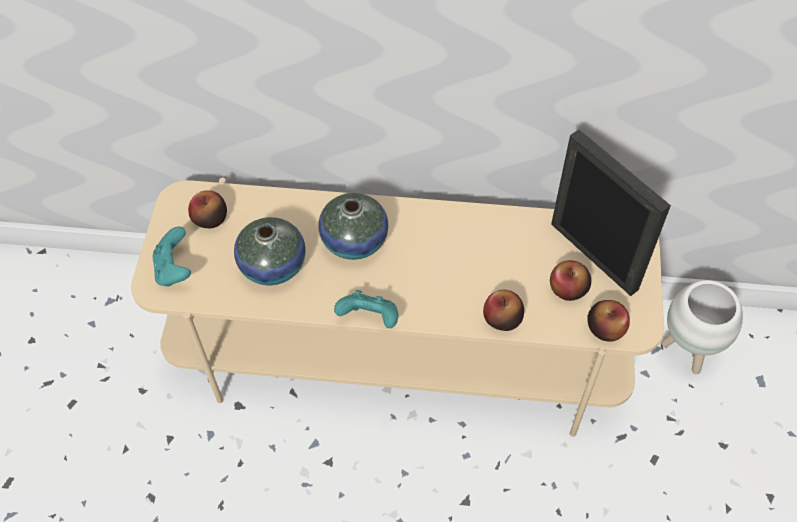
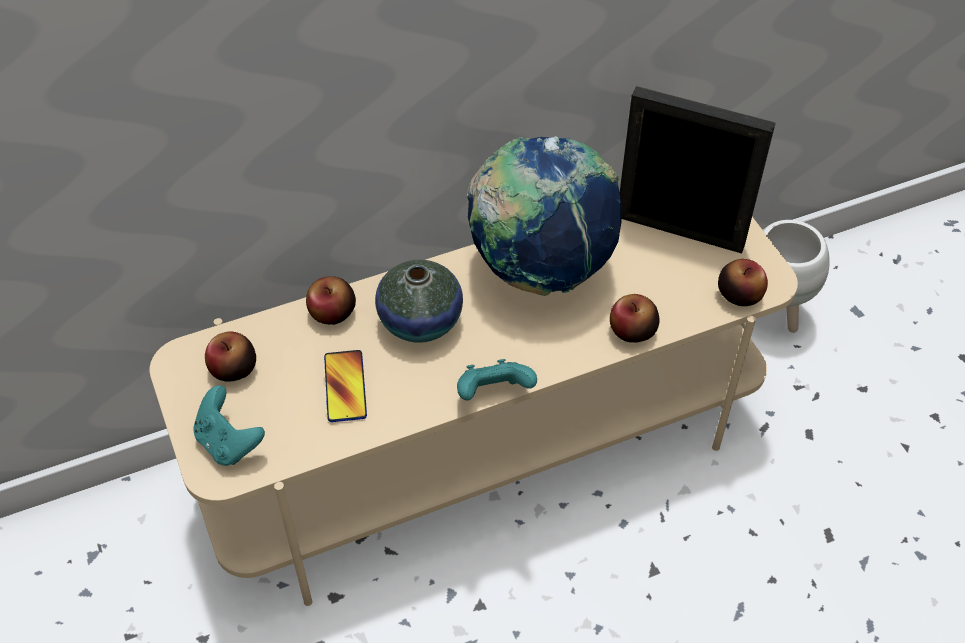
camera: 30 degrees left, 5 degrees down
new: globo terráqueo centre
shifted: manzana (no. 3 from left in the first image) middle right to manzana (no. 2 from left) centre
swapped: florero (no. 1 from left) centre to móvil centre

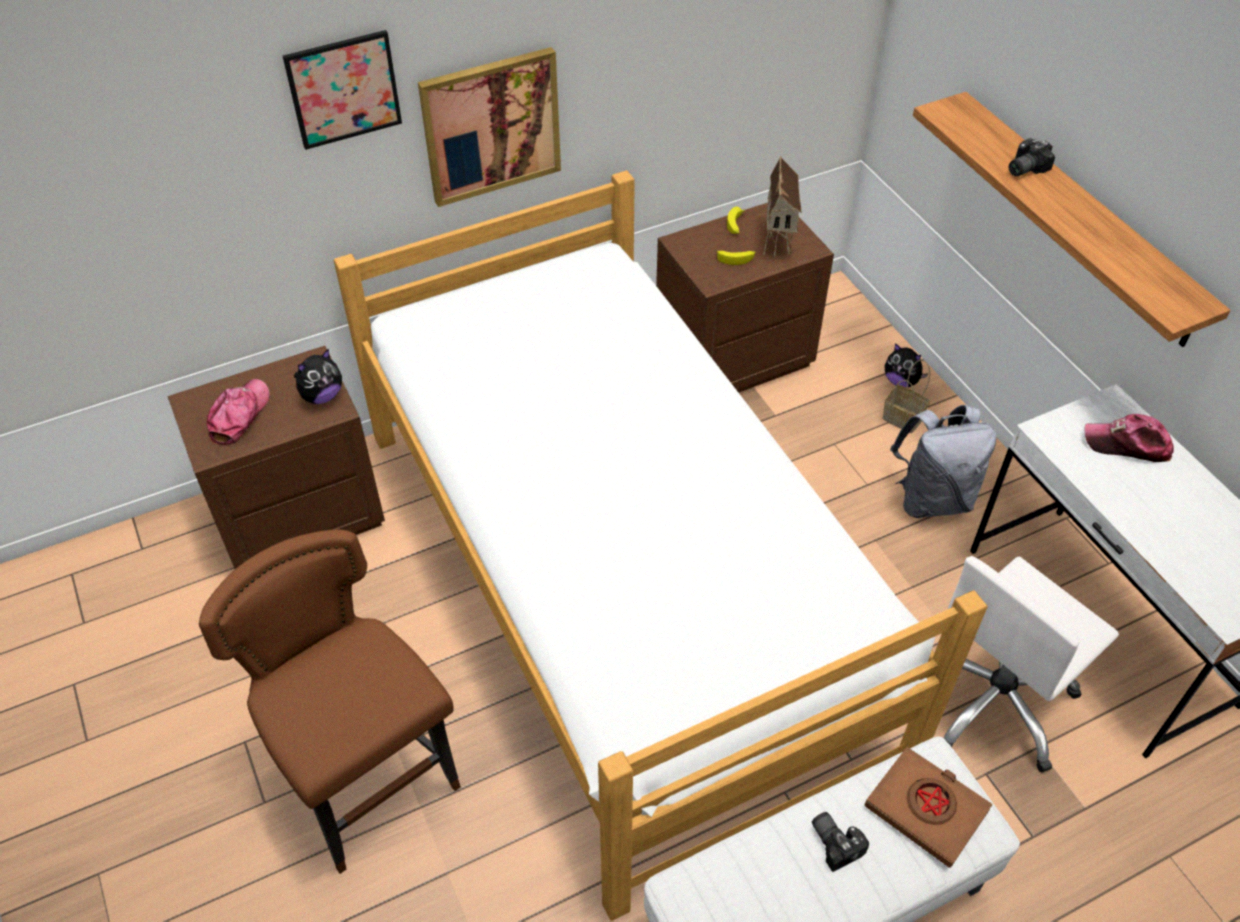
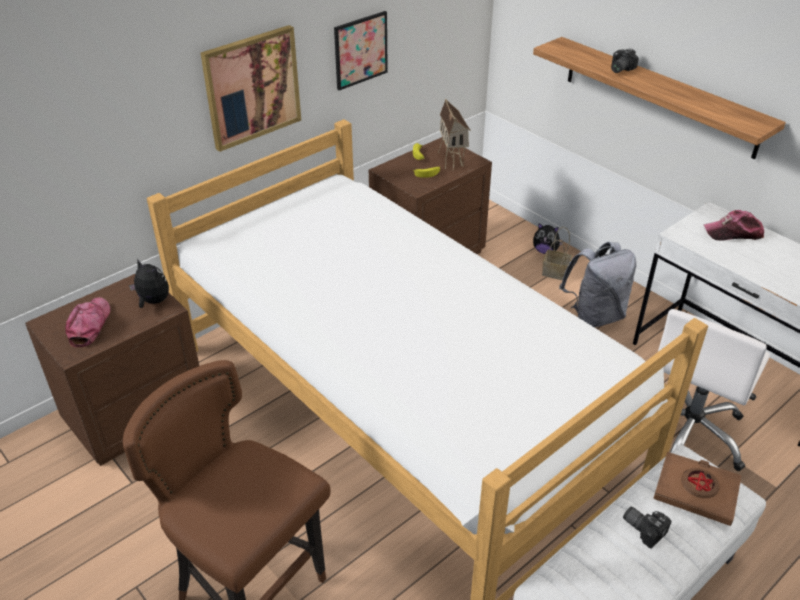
camera: 15 degrees left, 10 degrees down
shifted: cuadro (no. 1 from left in the first image) top left to cuadro (no. 2 from left) top centre
rotated: peluche (no. 1 from left) middle left = middle left 90 degrees counterclockwise

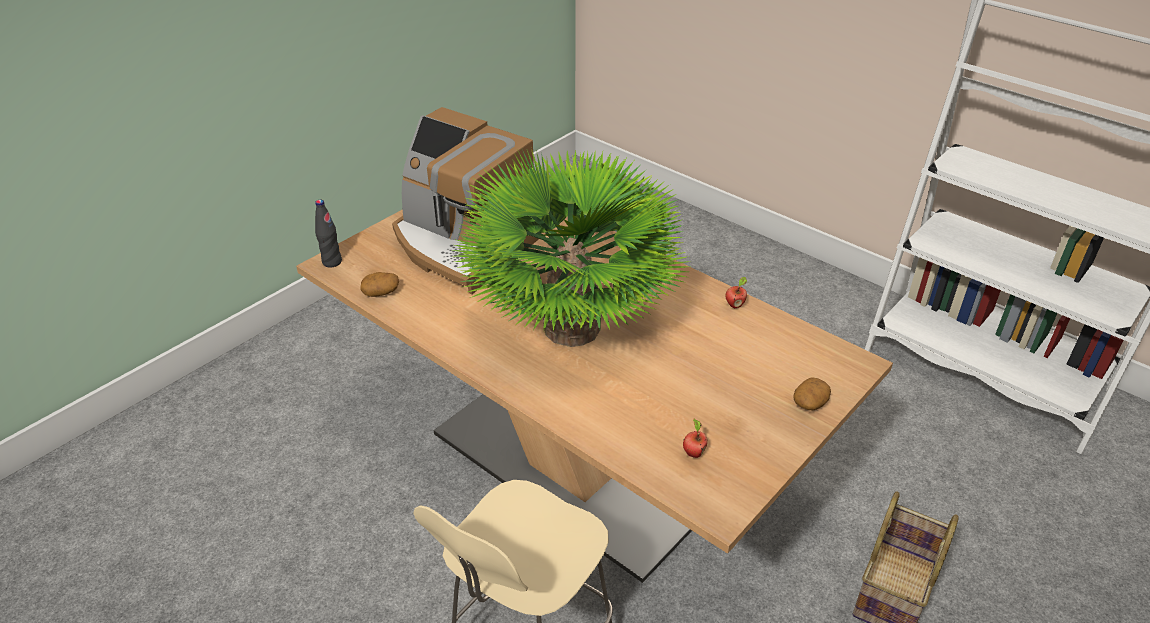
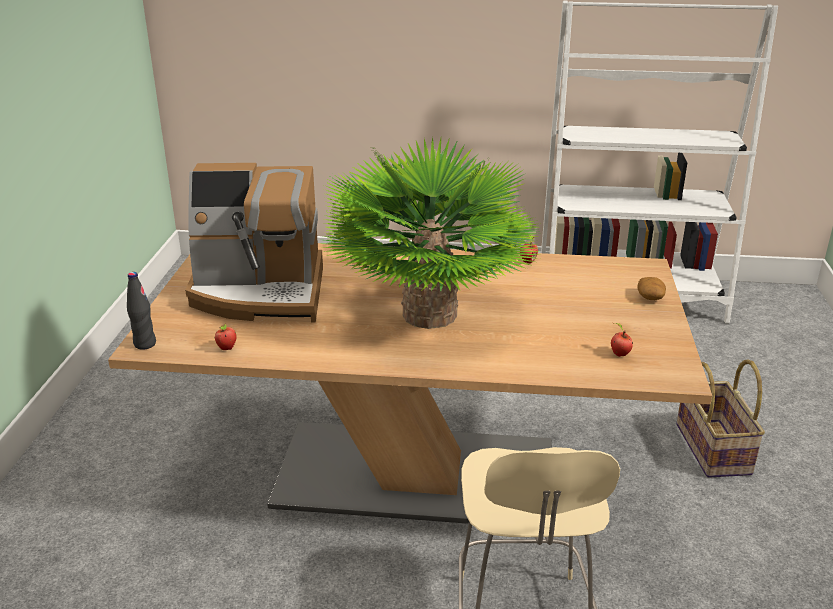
camera: 35 degrees left, 10 degrees down
swapped: patata (no. 1 from left) middle left to manzana (no. 1 from left) middle left

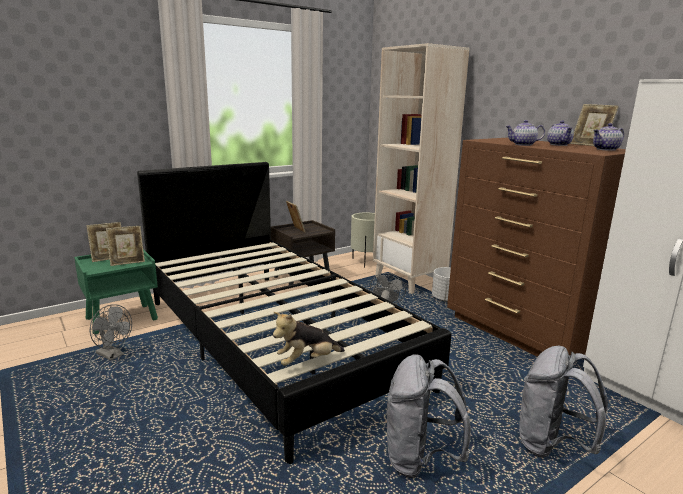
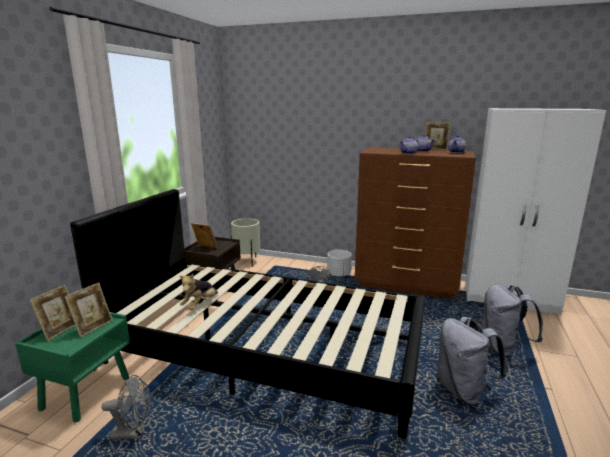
camera: 35 degrees left, 0 degrees up
gone: estantería/beis centre
shifted: peluche bottom centre to middle left

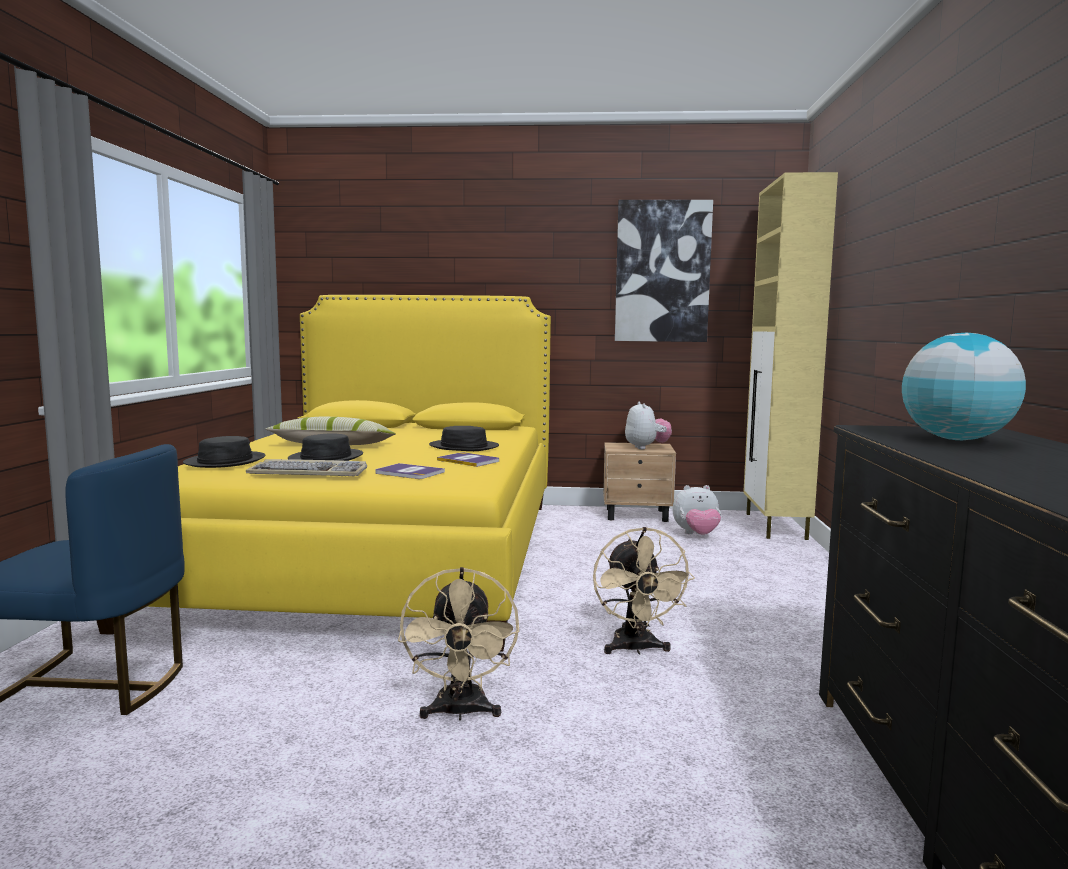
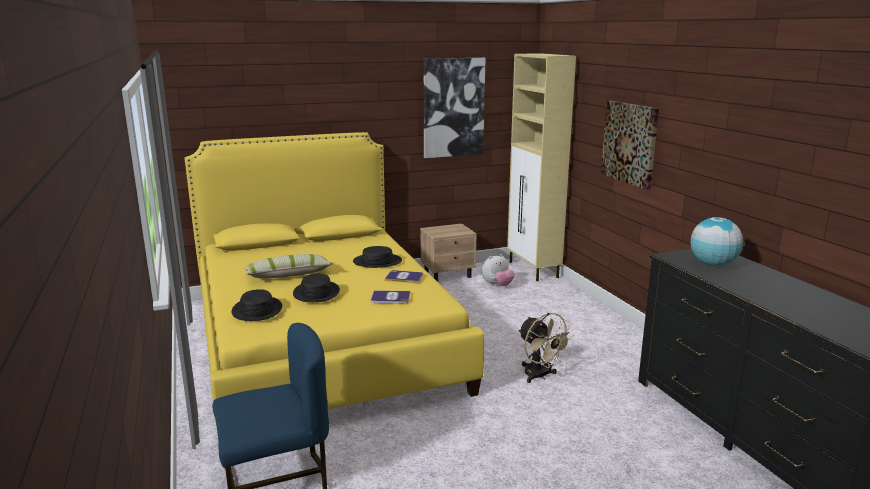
camera: 25 degrees left, 10 degrees up
gone: teclado middle left; ventilador/beis (no. 1 from left) bottom centre; peluche (no. 1 from left) centre
new: cuadro (no. 2 from left) top right

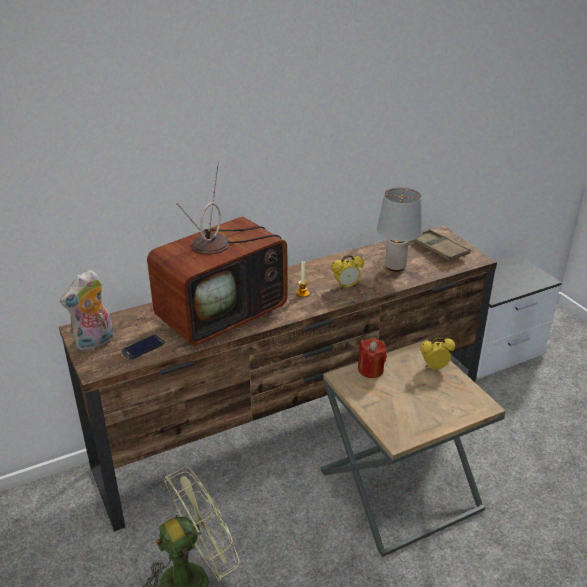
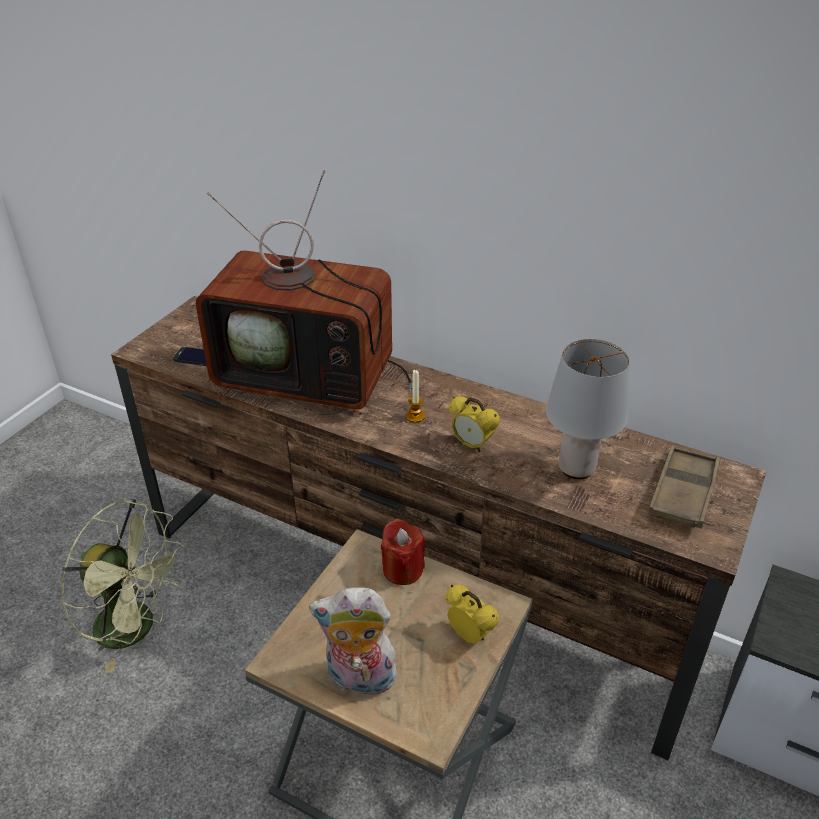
camera: 55 degrees right, 5 degrees up
shifted: peluche middle left to bottom centre

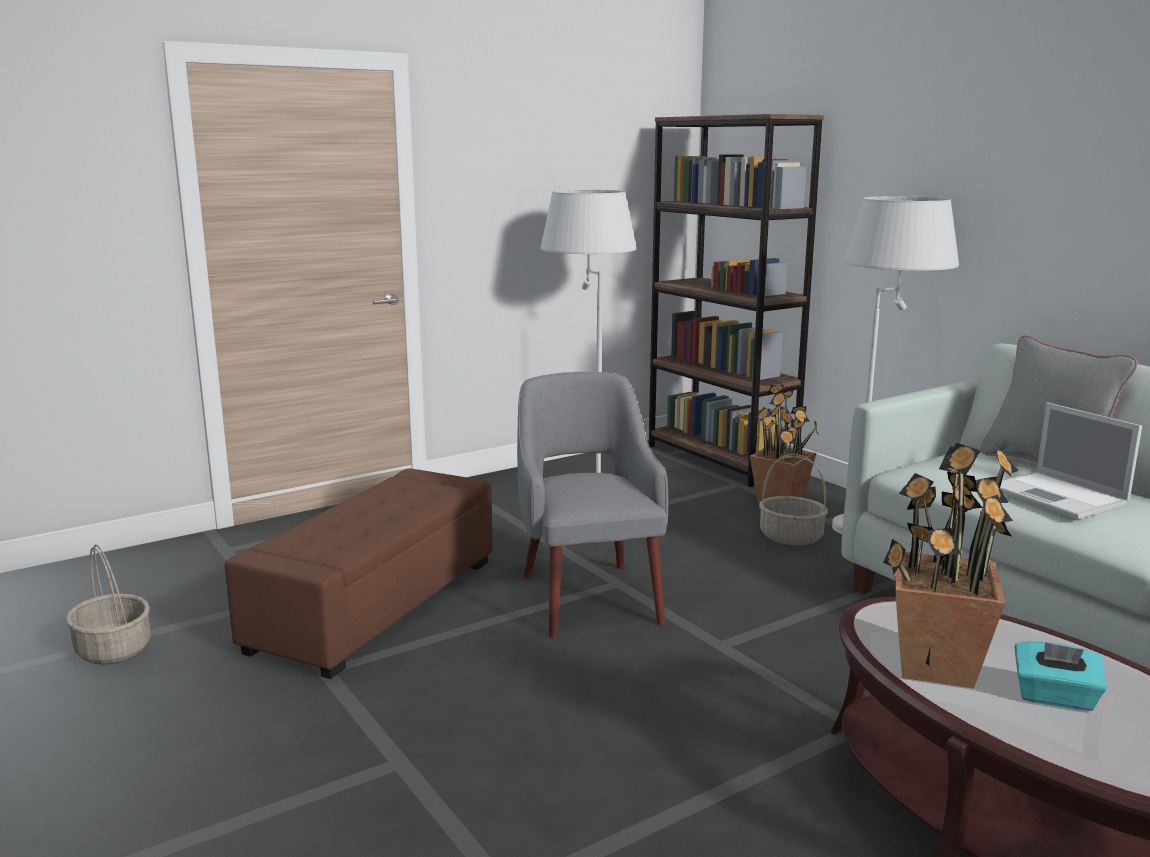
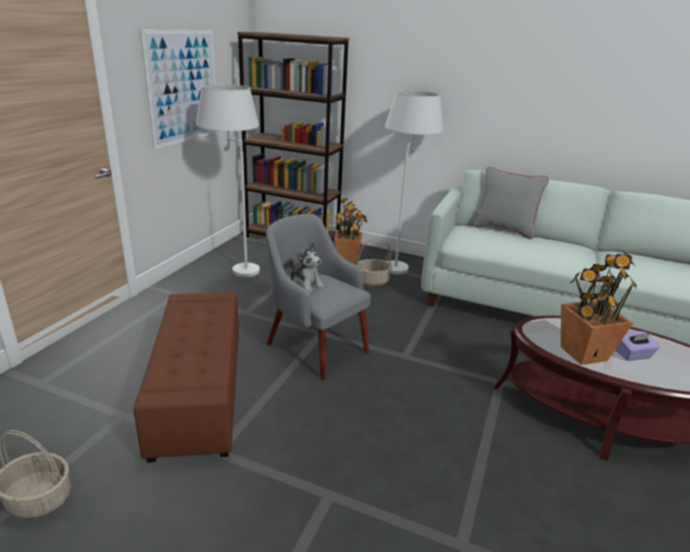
camera: 35 degrees left, 10 degrees up
gone: portátil middle right
new: cuadro top left; peluche centre
repainted: caja de pañuelos/turquesa bottom right to caja de pañuelos/morado middle right

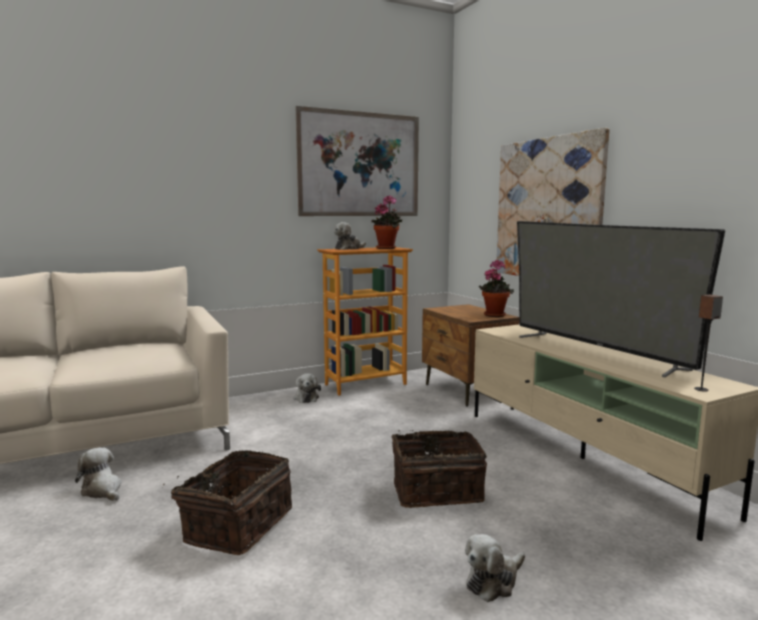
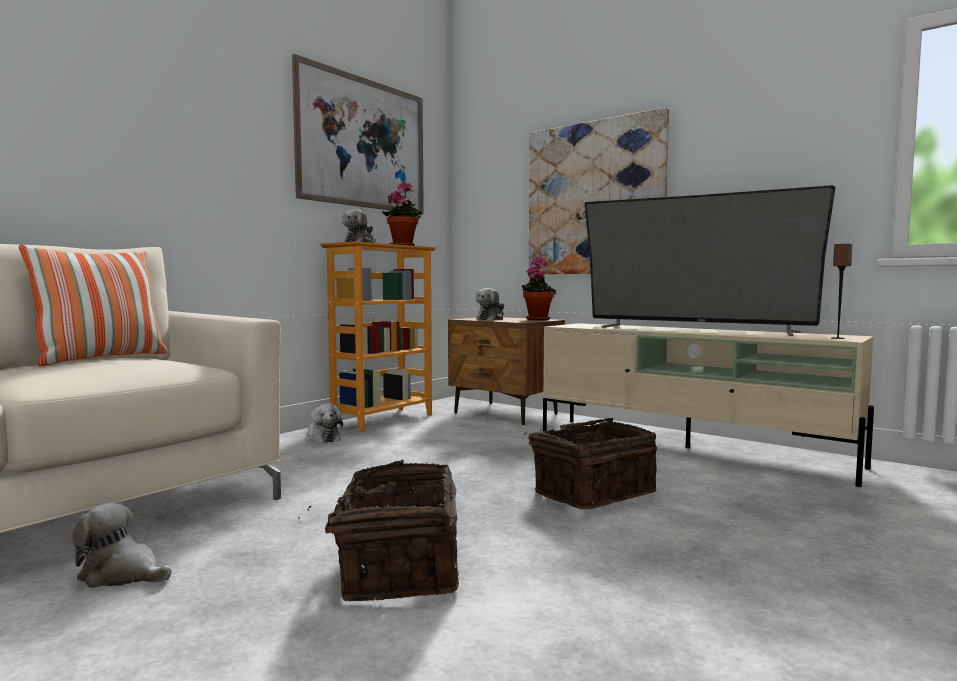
camera: 25 degrees left, 5 degrees down
new: cojín middle left
shifted: peluche (no. 4 from left) bottom centre to centre

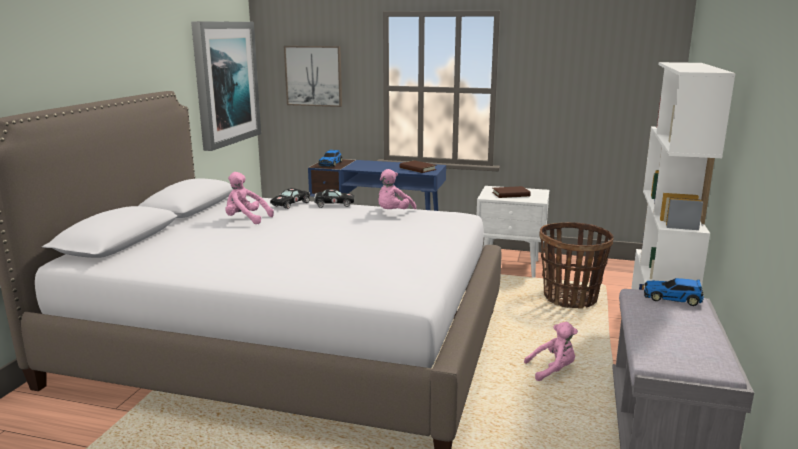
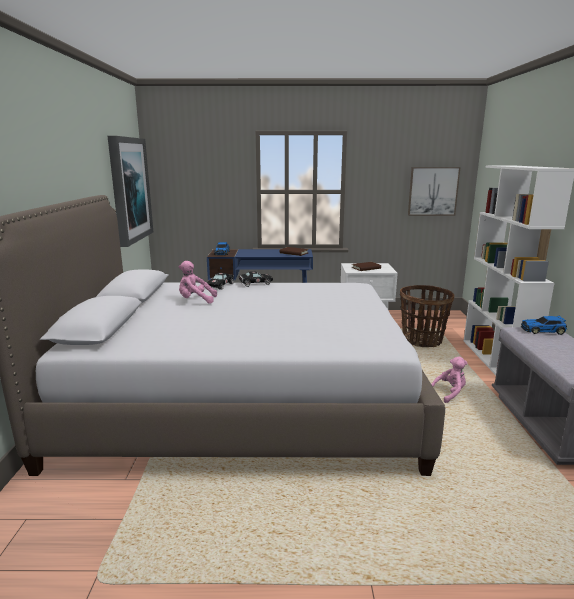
camera: 15 degrees left, 0 degrees up
gone: peluche/rosa (no. 2 from left) centre
shifted: cuadro (no. 2 from left) top centre to top right

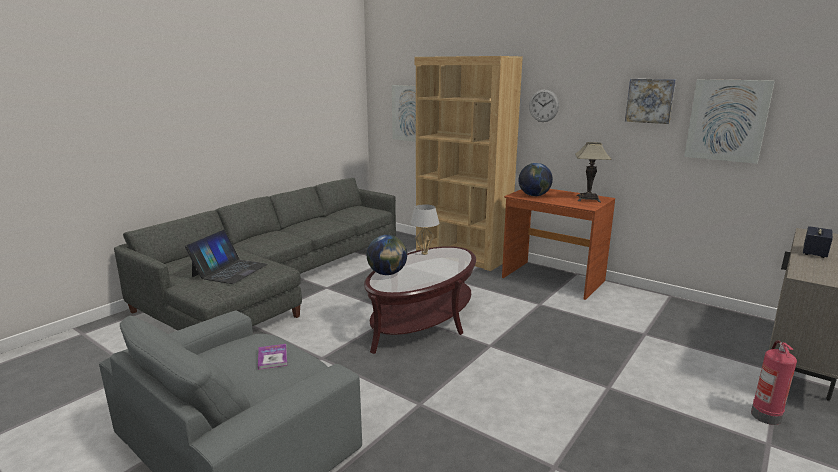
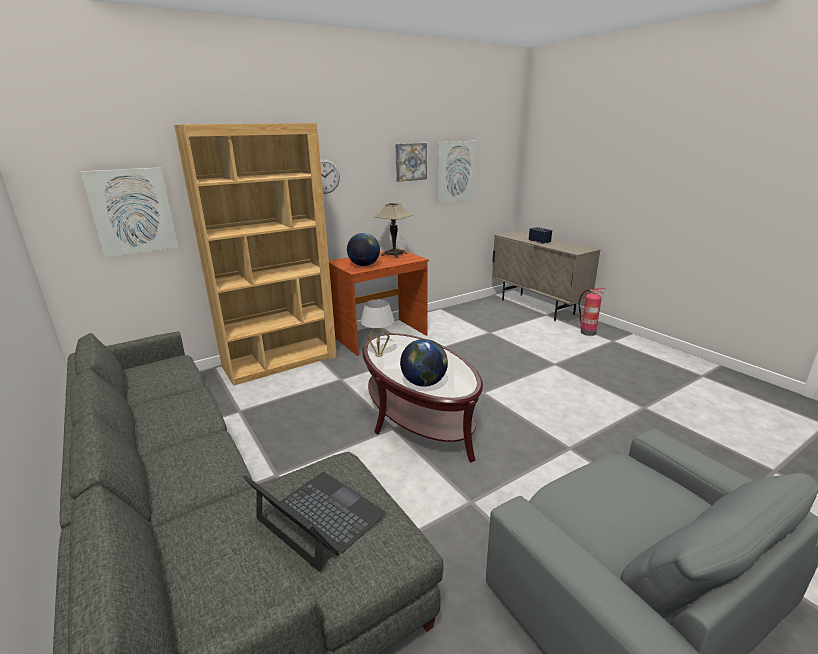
camera: 70 degrees left, 5 degrees up
gone: libro bottom left

